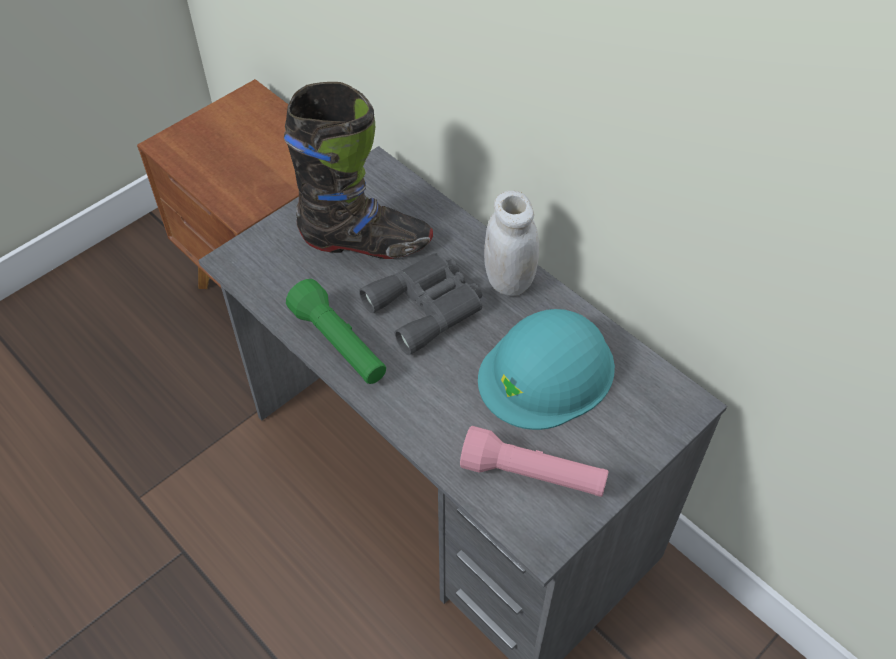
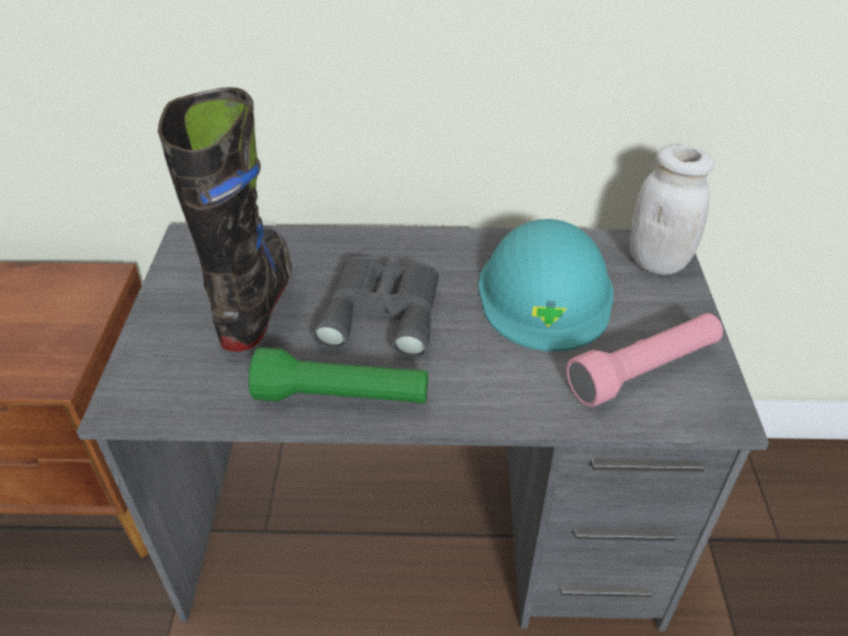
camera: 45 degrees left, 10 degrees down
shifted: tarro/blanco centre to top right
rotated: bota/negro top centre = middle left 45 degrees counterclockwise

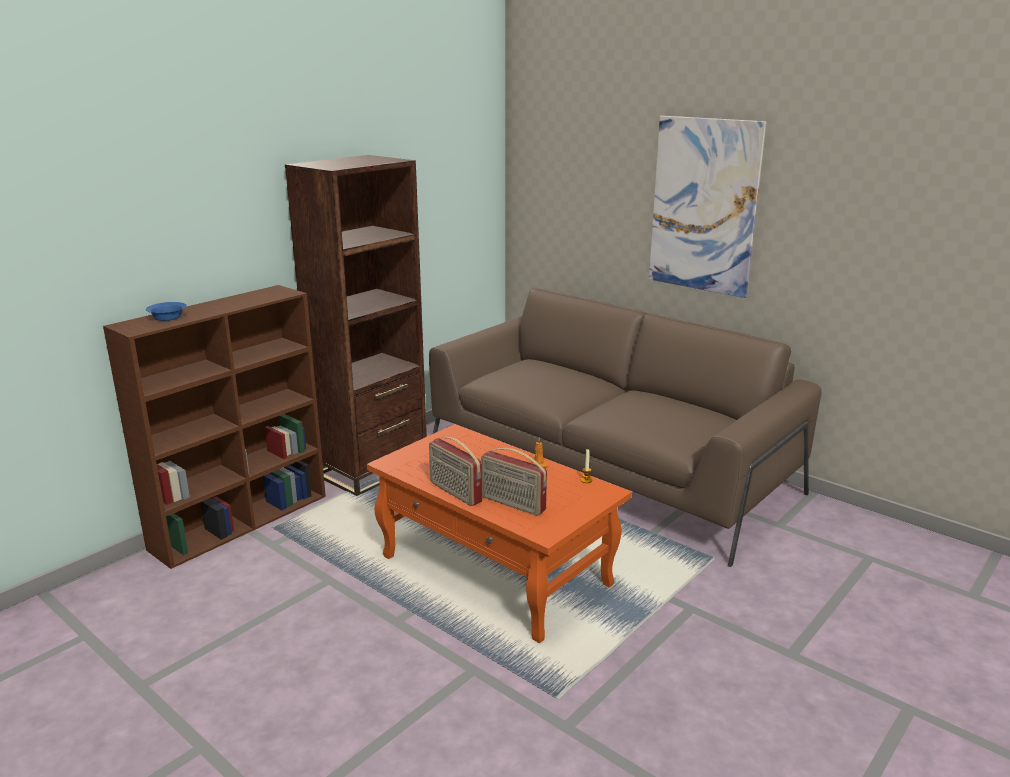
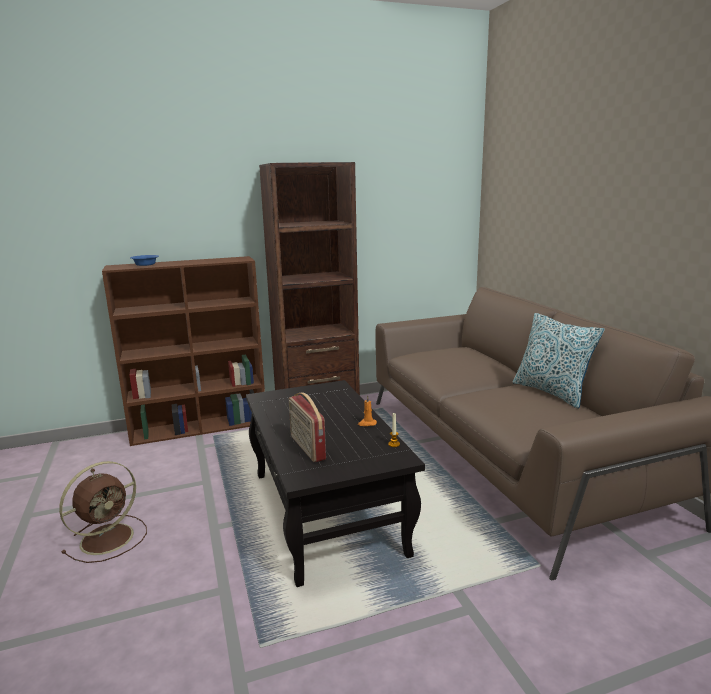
camera: 30 degrees right, 5 degrees down
gone: radio (no. 1 from left) centre; cuadro top right
new: ventilador/marrón bottom left; cojín middle right
repainted: mesa de centro/naranja bottom centre to mesa de centro/negro bottom centre

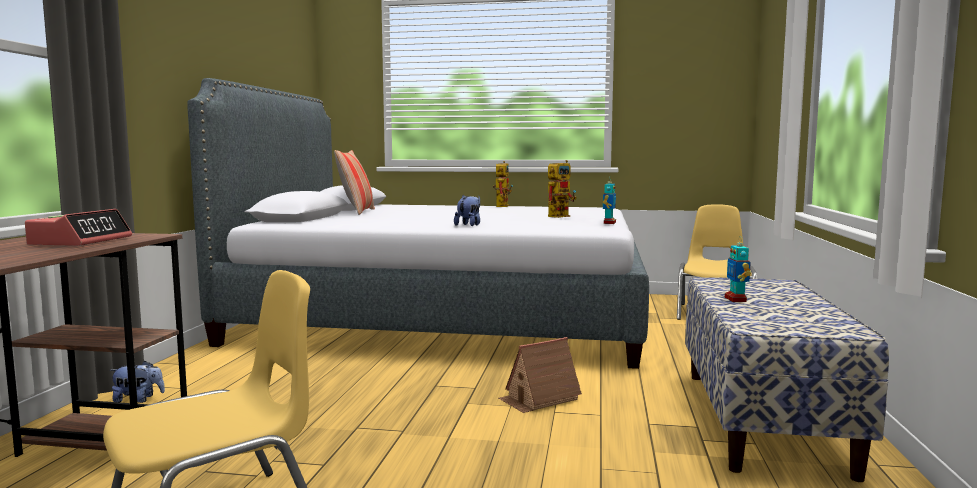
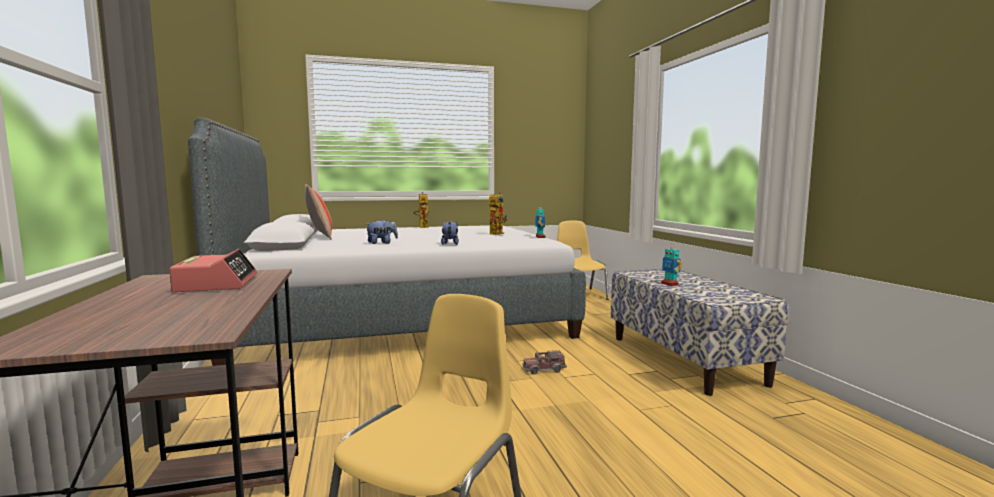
camera: 25 degrees left, 0 degrees up
shifted: peluche (no. 1 from left) bottom left to centre
swapped: casita bottom centre to camión de juguete bottom centre

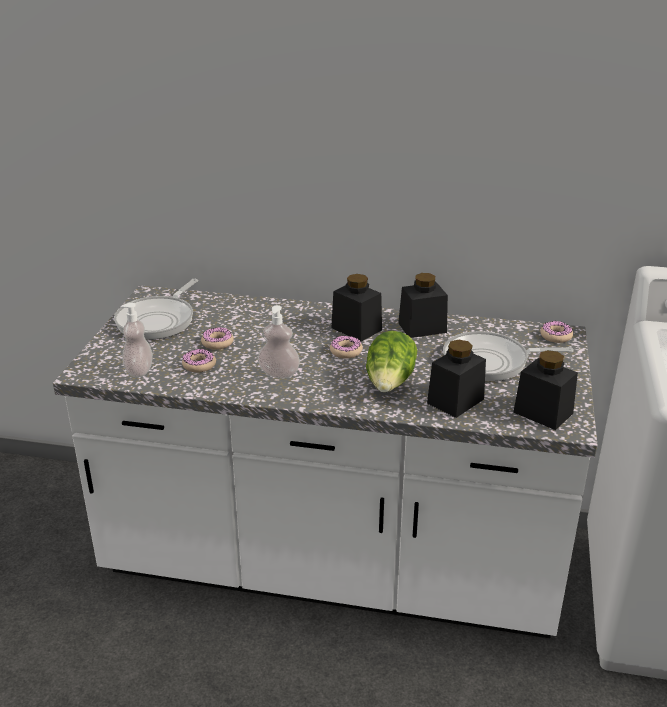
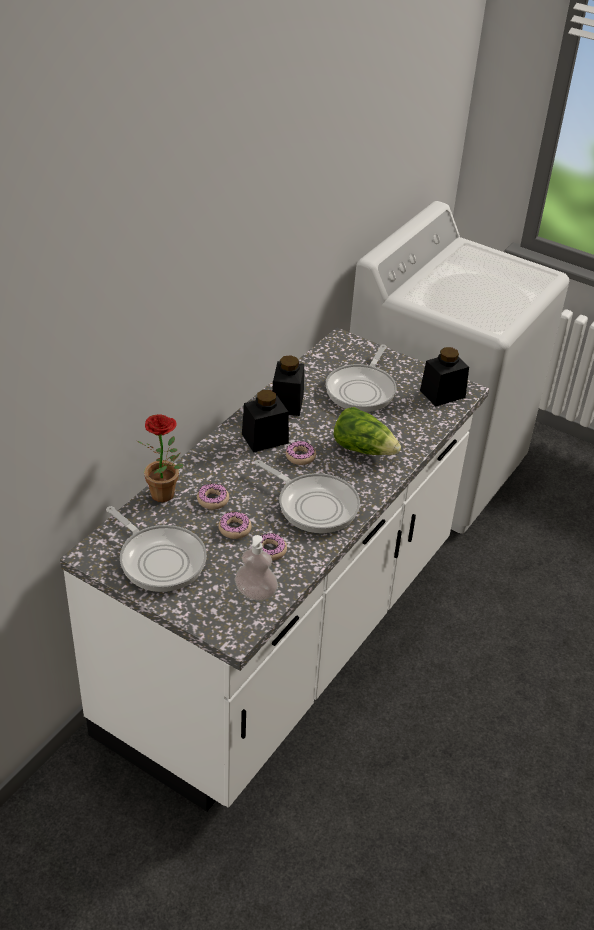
camera: 70 degrees left, 10 degrees up
gone: tarro/negro (no. 3 from left) middle right
new: planta en maceta middle left
shifted: rosquilla (no. 4 from left in the first image) middle right to rosquilla (no. 1 from left) centre
swapped: dispensador de jabón (no. 2 from left) centre to sartén (no. 2 from left) centre

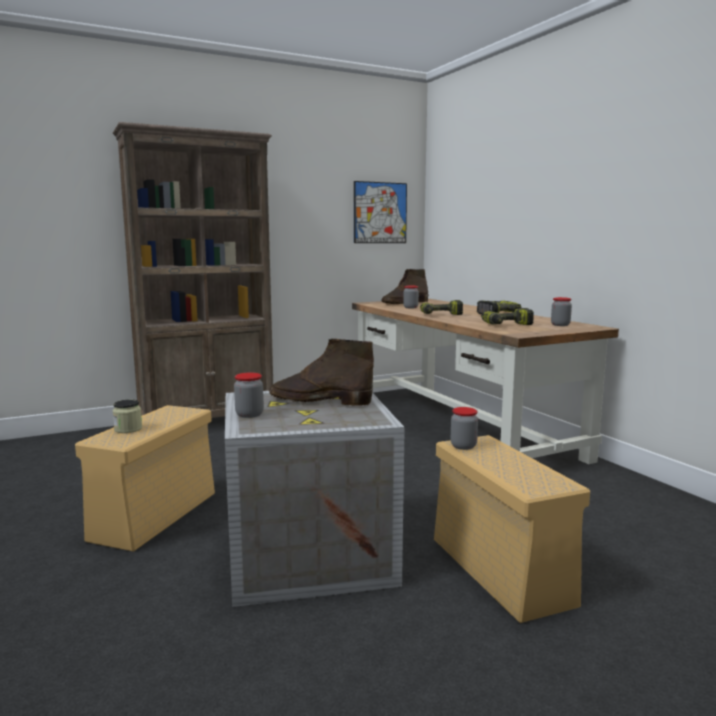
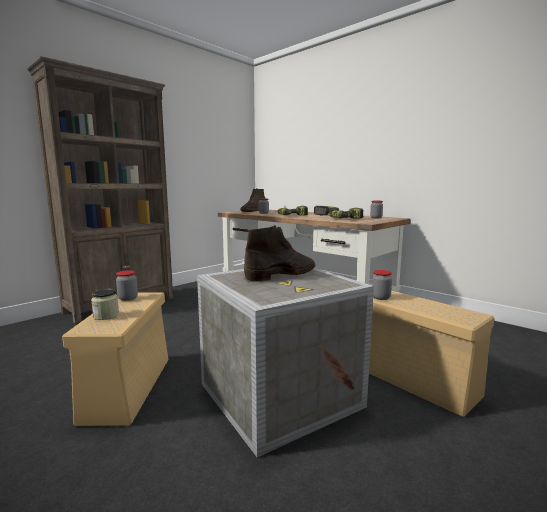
camera: 20 degrees left, 0 degrees up
gone: cuadro top centre
shifted: tarro (no. 2 from left) centre to middle left
rotated: bota/marrón (no. 1 from left in the first image) centre = centre 150 degrees clockwise

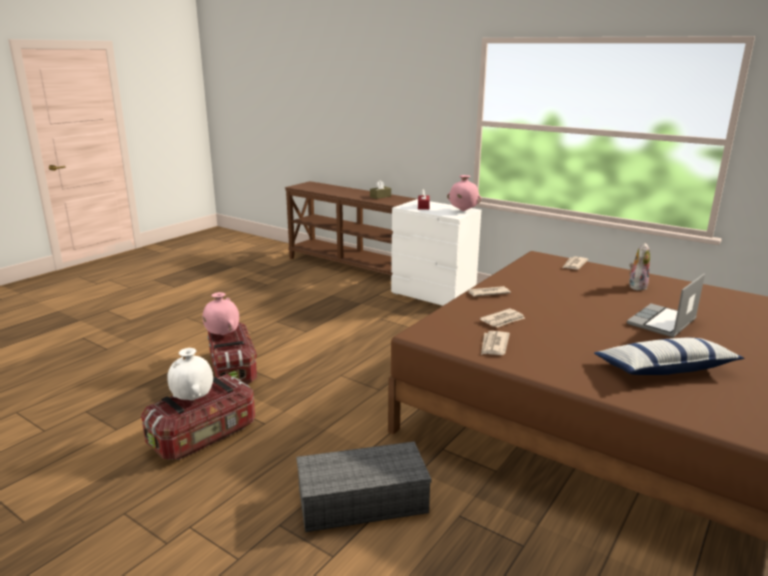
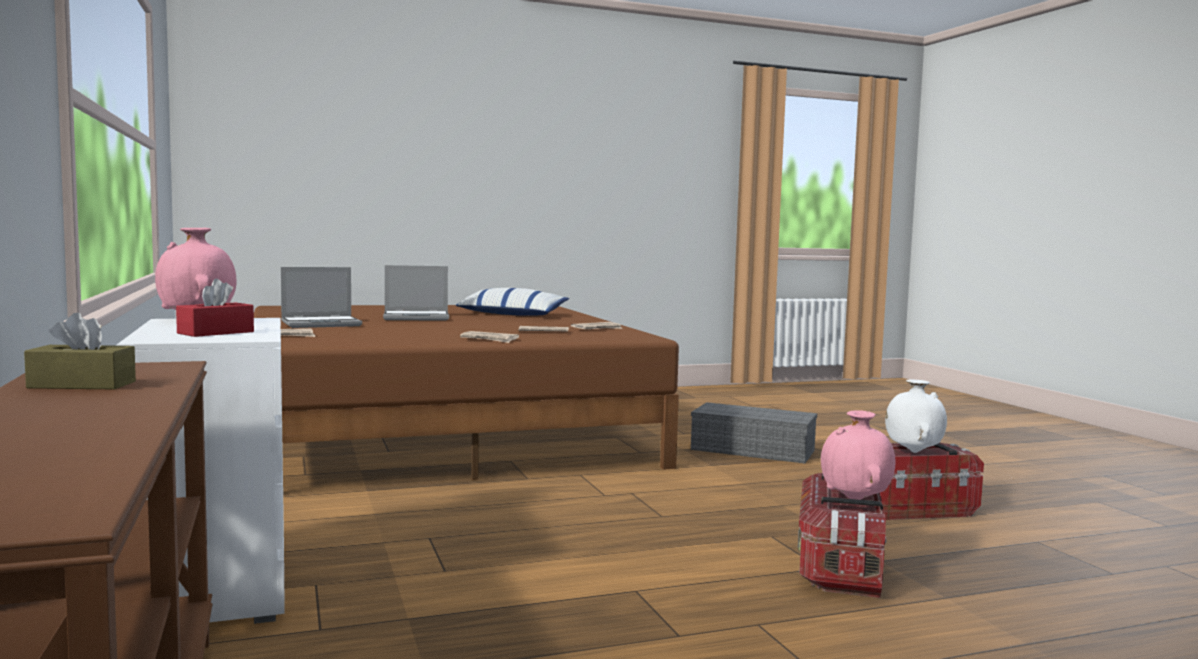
camera: 145 degrees left, 15 degrees down
swapped: peluche middle right to portátil (no. 1 from left) middle left

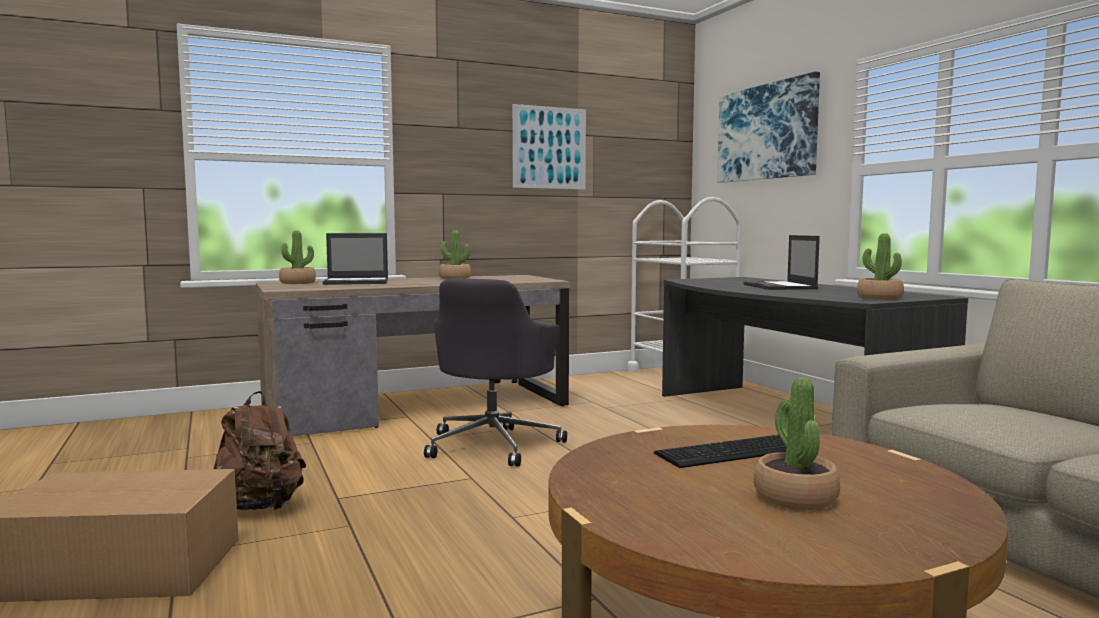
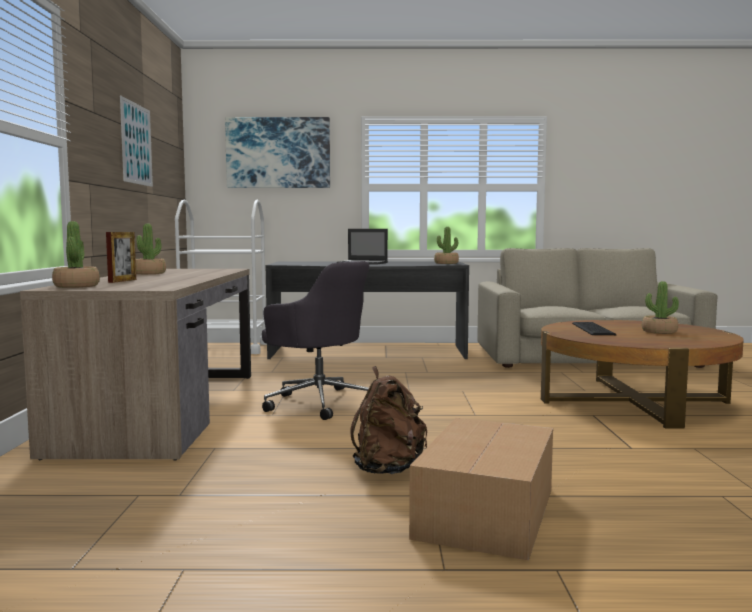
camera: 65 degrees left, 0 degrees up
swapped: portátil (no. 1 from left) middle left to portarretratos middle left

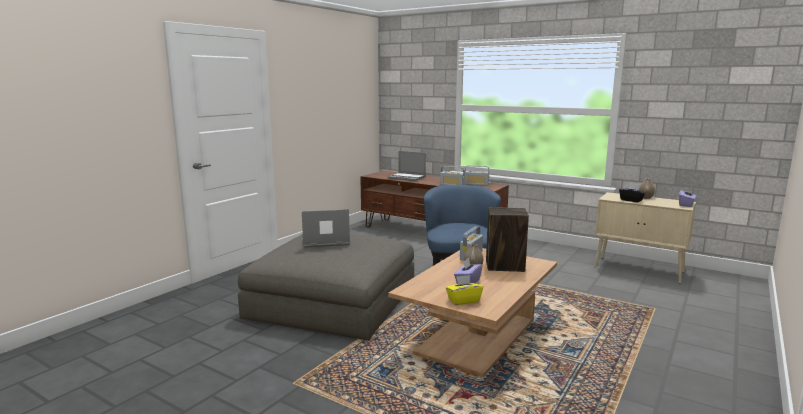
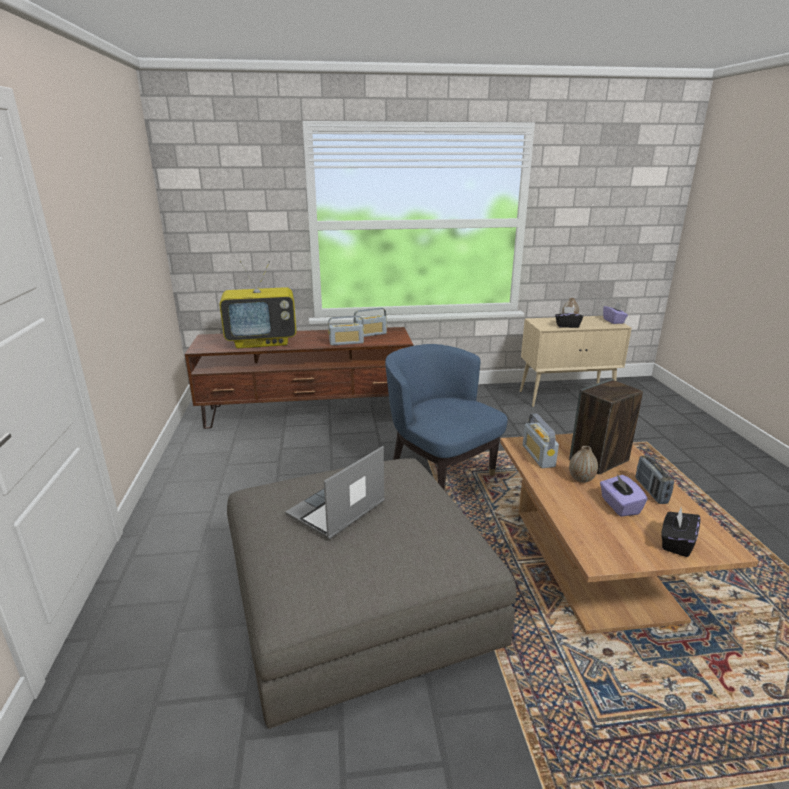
camera: 40 degrees left, 10 degrees up
new: radio (no. 4 from left) middle right
swapped: portátil (no. 2 from left) centre to televisor middle left
repainted: caja de pañuelos/amarillo bottom centre to caja de pañuelos/negro (no. 2 from left) bottom right

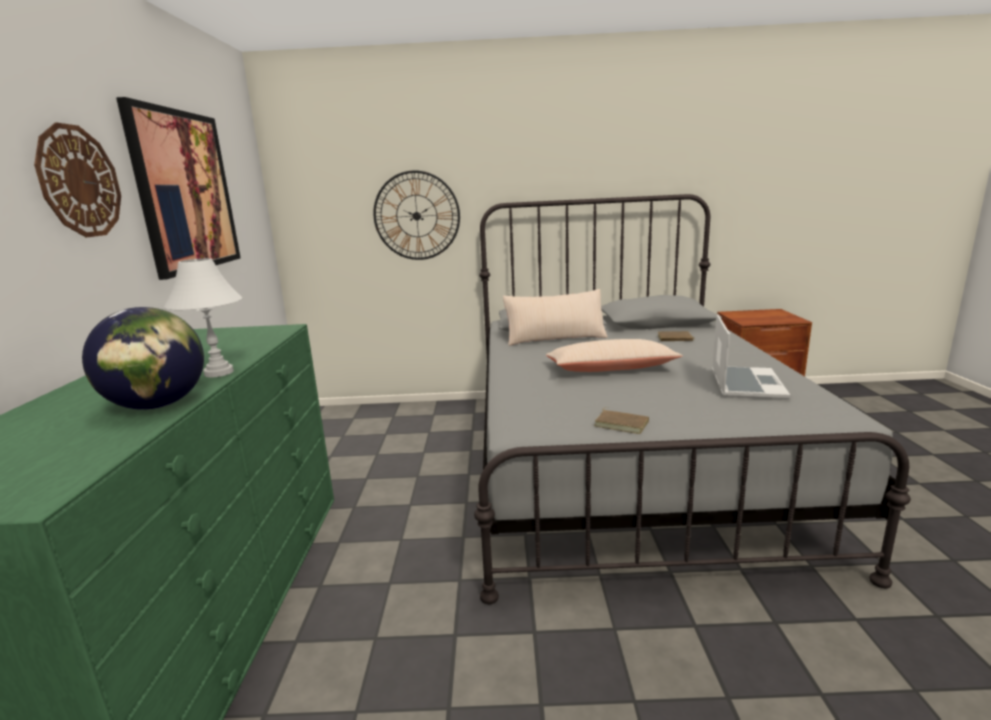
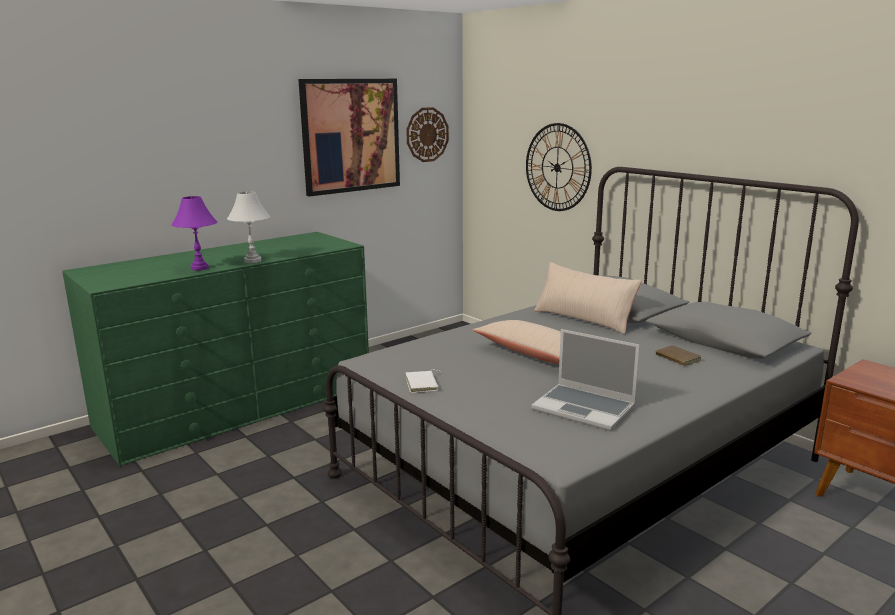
camera: 50 degrees right, 0 degrees up
shifted: reloj de pared (no. 1 from left) top left to top centre
swapped: globo terráqueo middle left to lámpara de mesa/morado middle left
repainted: libro/marrón (no. 1 from left) centre to libro/blanco centre
rotated: portátil middle right = centre 60 degrees clockwise

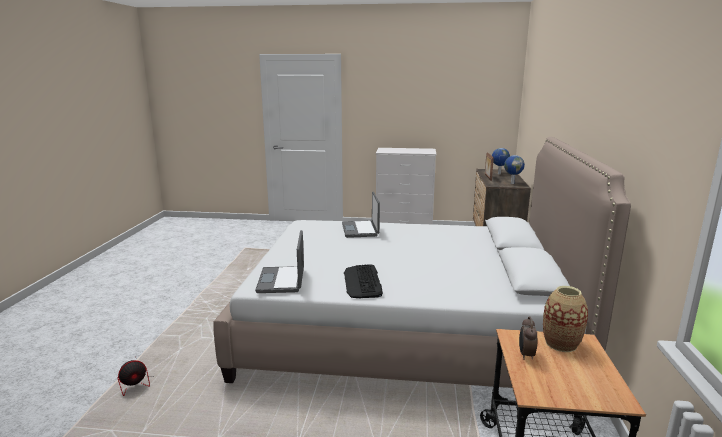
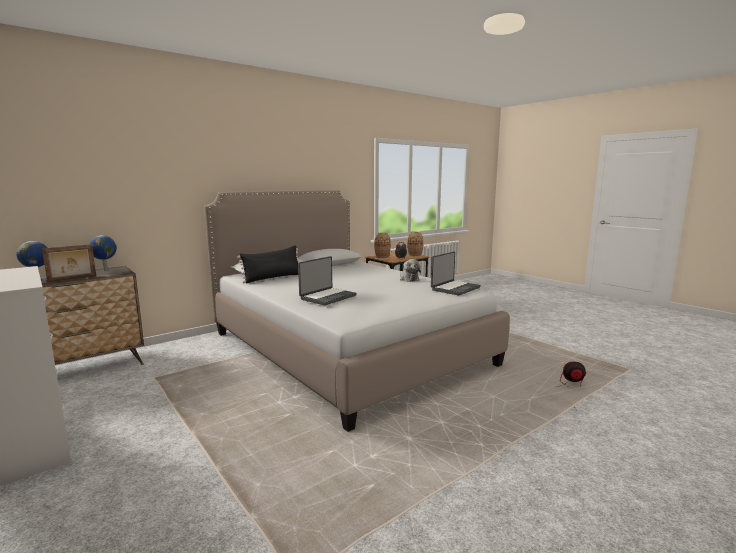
camera: 135 degrees left, 5 degrees down
new: cojín/negro centre; florero (no. 2 from left) centre
swapped: teclado centre to peluche centre

